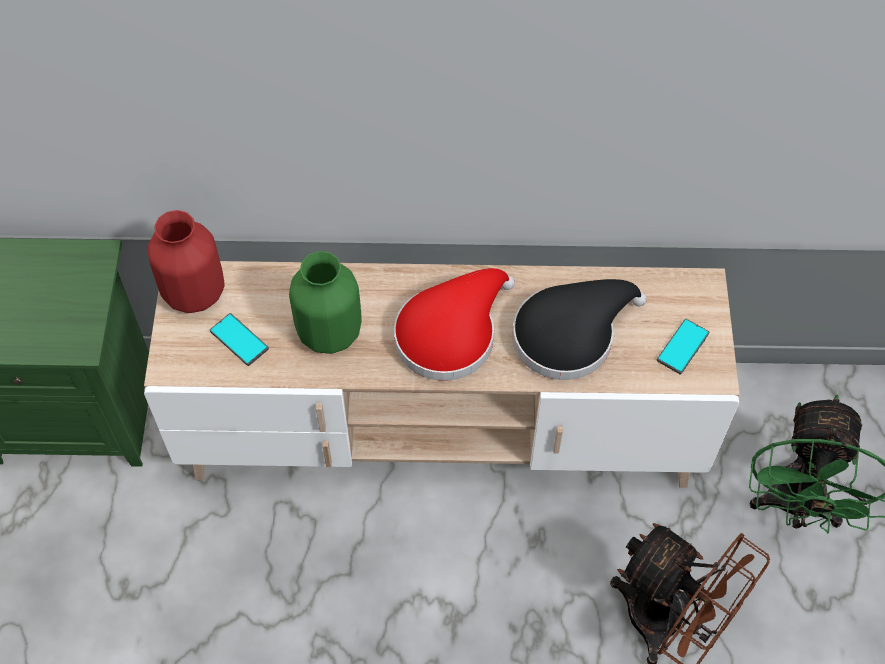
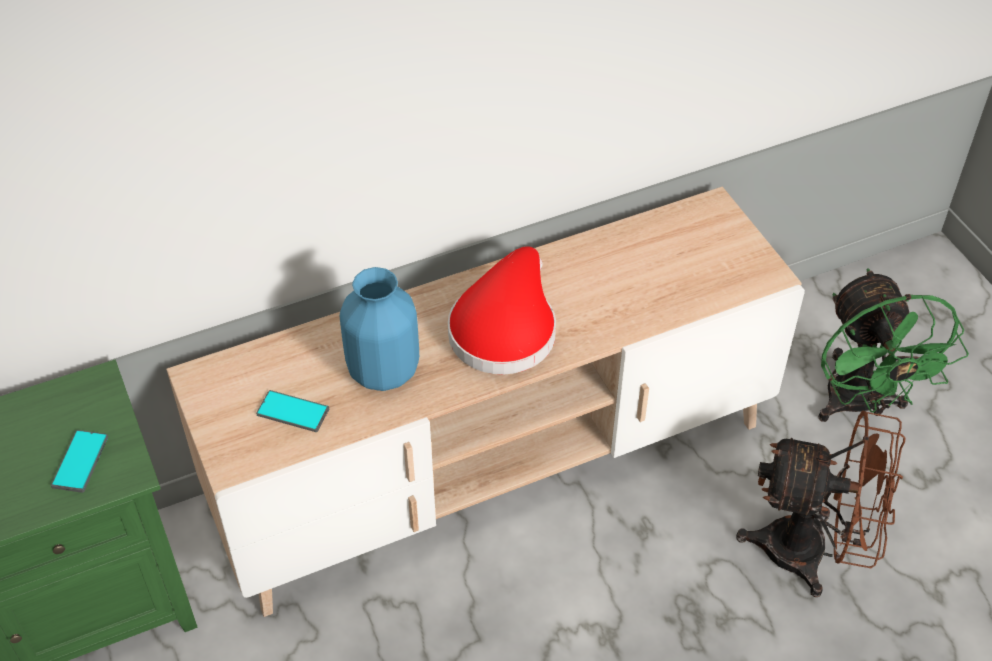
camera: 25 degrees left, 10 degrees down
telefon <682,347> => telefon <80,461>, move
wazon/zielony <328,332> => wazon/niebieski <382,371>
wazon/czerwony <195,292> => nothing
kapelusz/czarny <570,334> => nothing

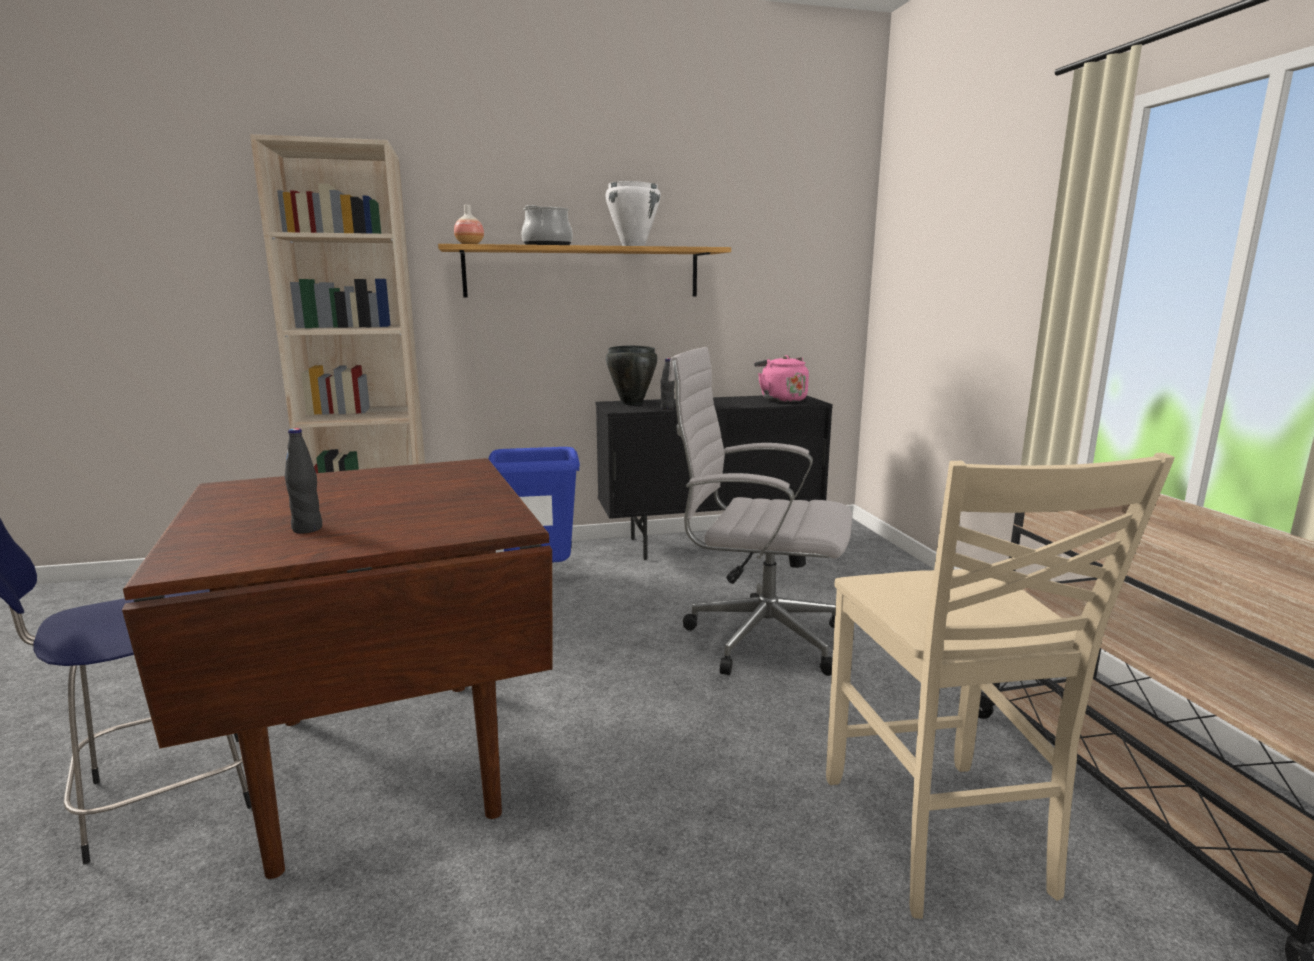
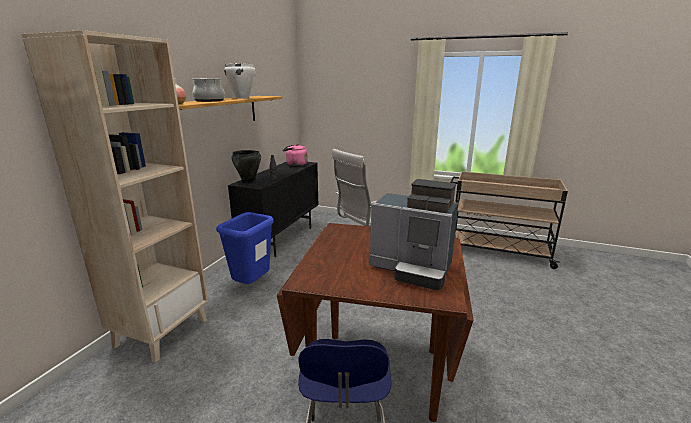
camera: 55 degrees left, 5 degrees up
butelka/czarny <307,529> => ekspres do kawy <413,269>
krzesło/beżowy <937,836> => nothing

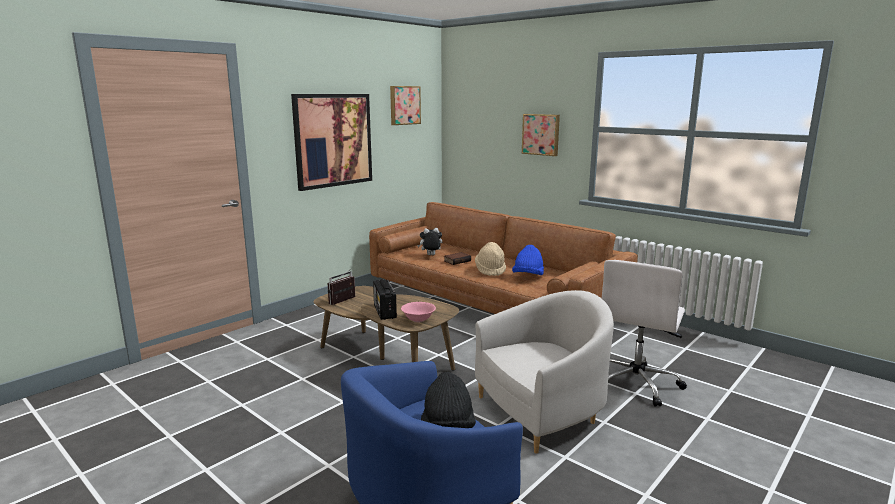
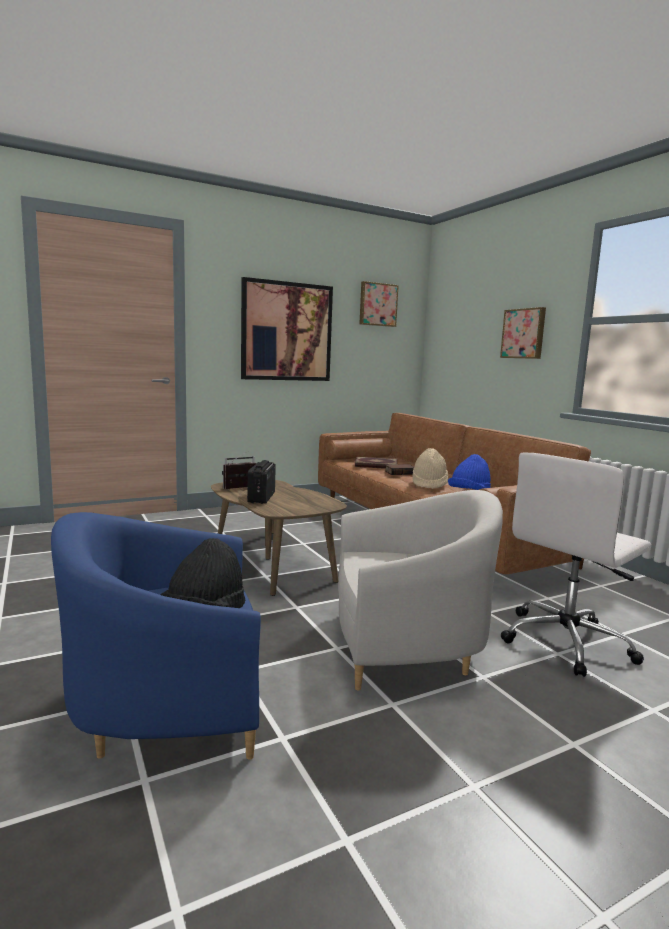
camera: 20 degrees right, 5 degrees down
pluszak <430,255> => książka <376,465>
miska/różowy <418,320> => nothing

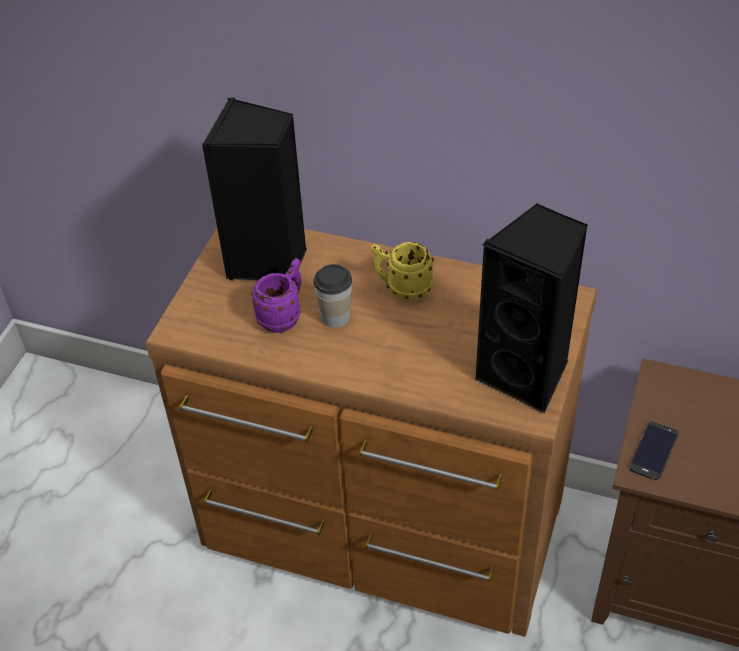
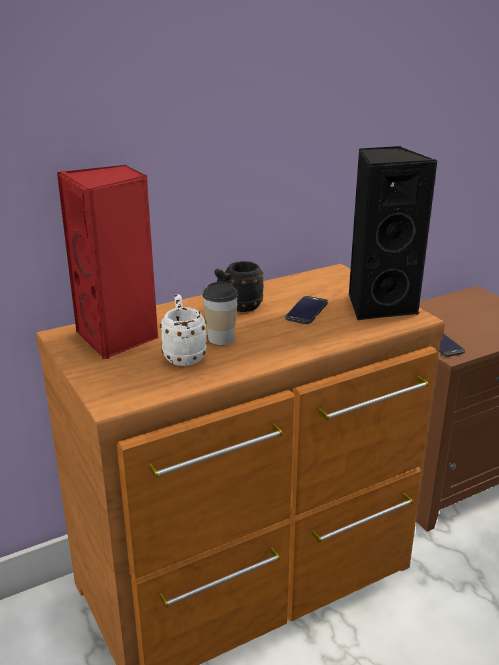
camera: 50 degrees left, 20 degrees down
głośnik/czarny <267,261> => głośnik/czerwony <119,338>
kubek/fioletowy <284,315> => kubek/biały <183,355>
kubek/żółty <402,288> => kubek/czarny <238,308>
nothing => telefon <307,310>

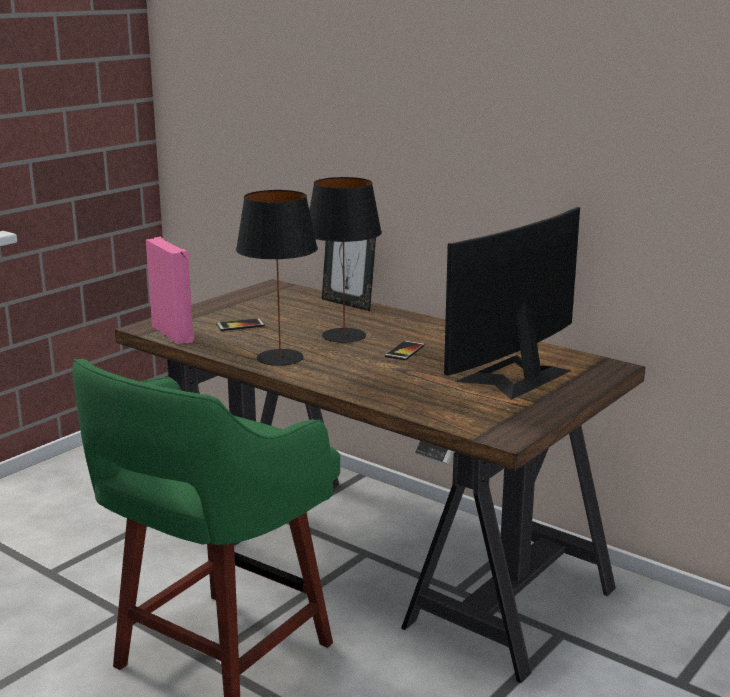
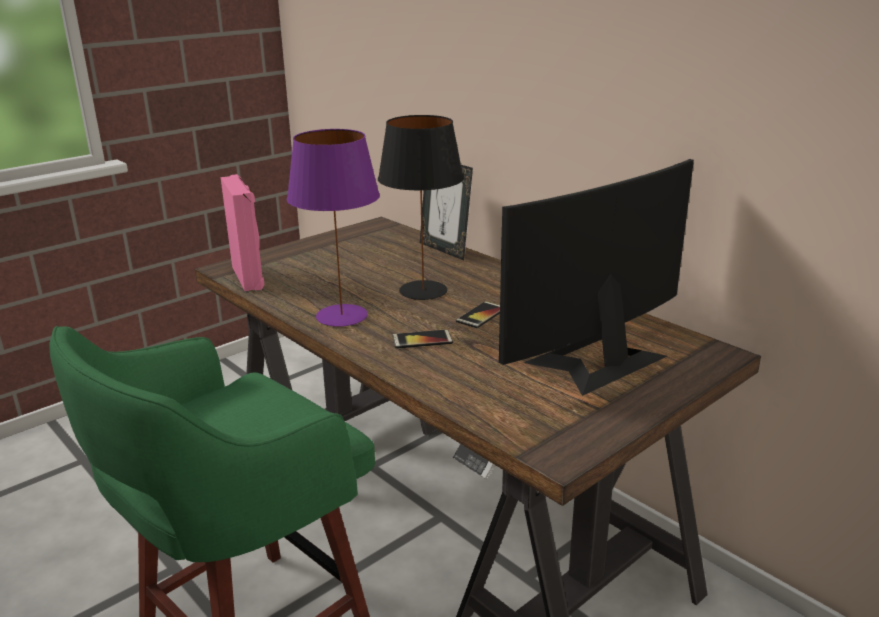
camera: 10 degrees right, 5 degrees up
lampa stołowa/czarny <280,358> => lampa stołowa/fioletowy <342,316>
telefon <240,325> => telefon <422,340>, move

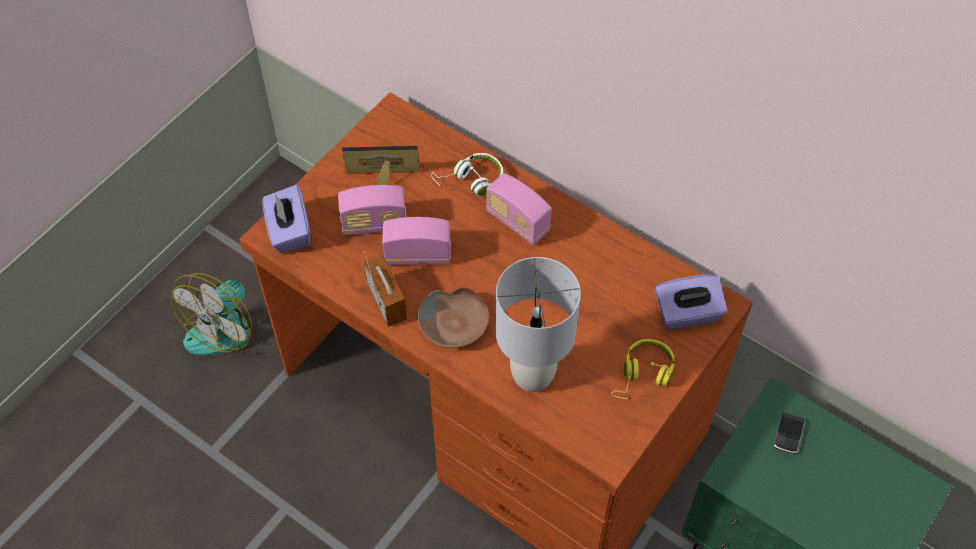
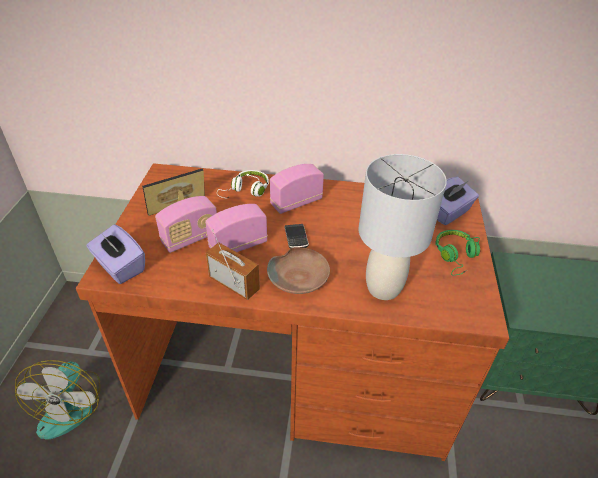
camera: 30 degrees left, 15 degrees down
radio <517,222> => radio <296,202>, 135 degrees clockwise
telefon <788,434> => telefon <296,238>, move
słuchawki/żółty <643,375> => słuchawki/zielony <455,256>

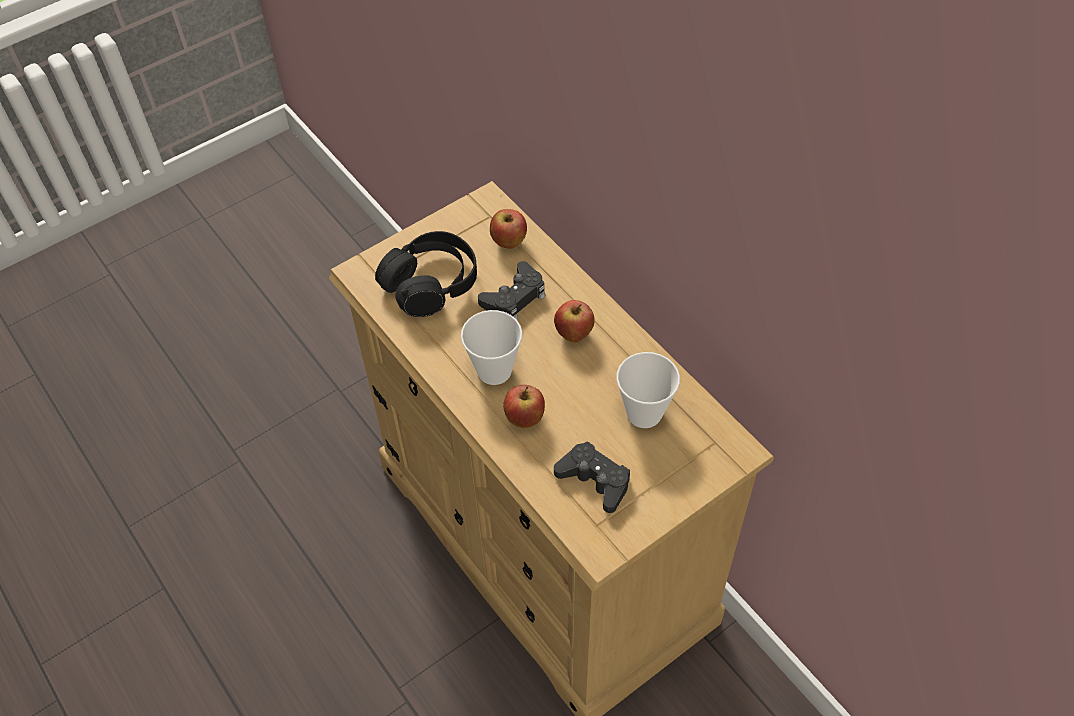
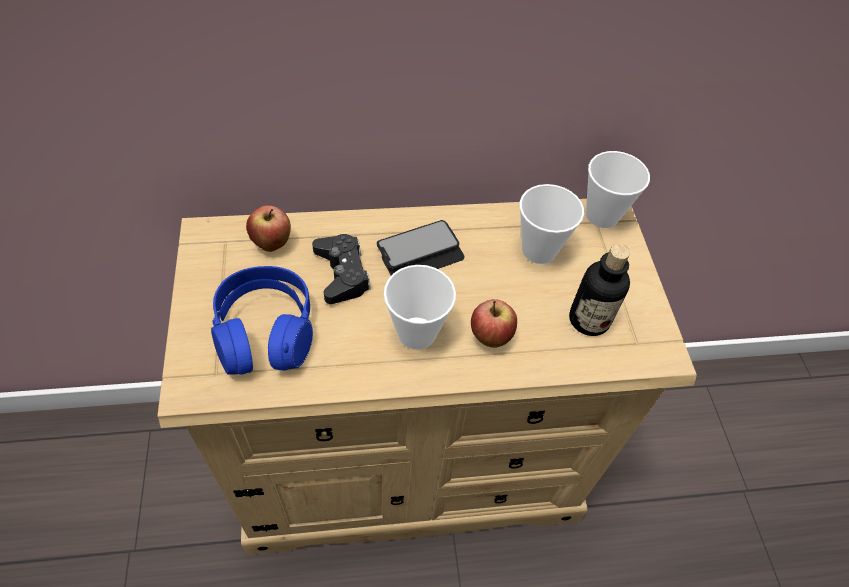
camera: 65 degrees left, 0 degrees up
słuchawki/czarny <430,284> => słuchawki/niebieski <265,331>
jabłko <574,334> => telefon <420,252>
pad do gier/czarny <595,480> => butelka <589,320>
nothing => filiżanka <602,215>

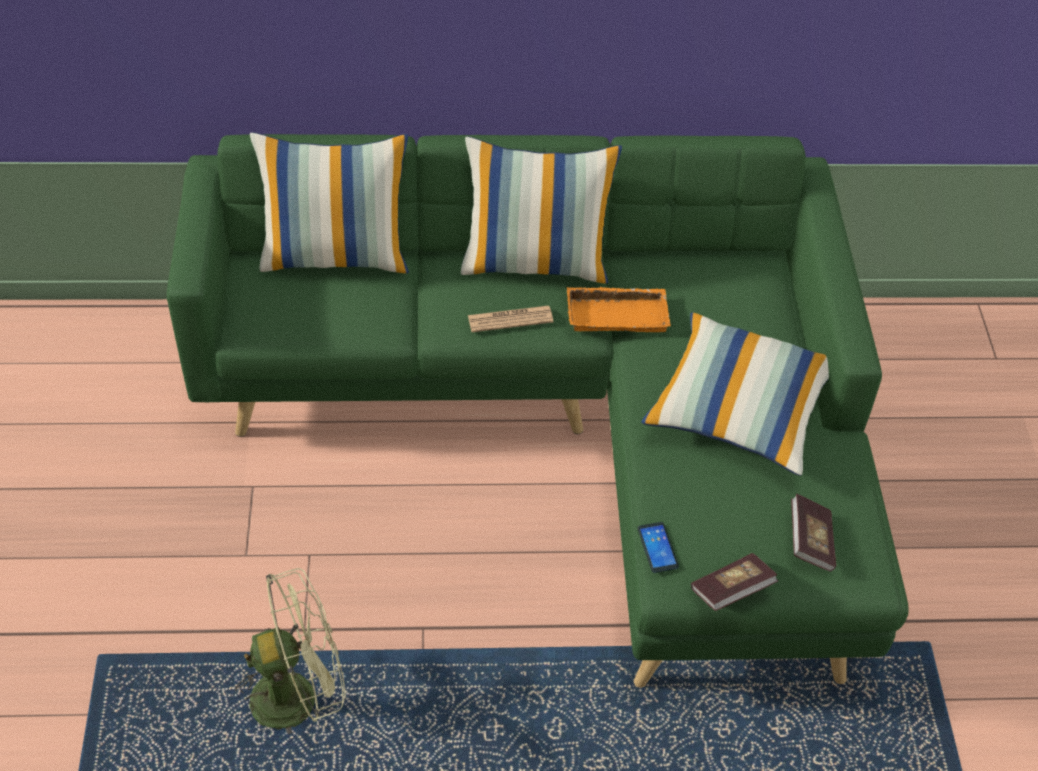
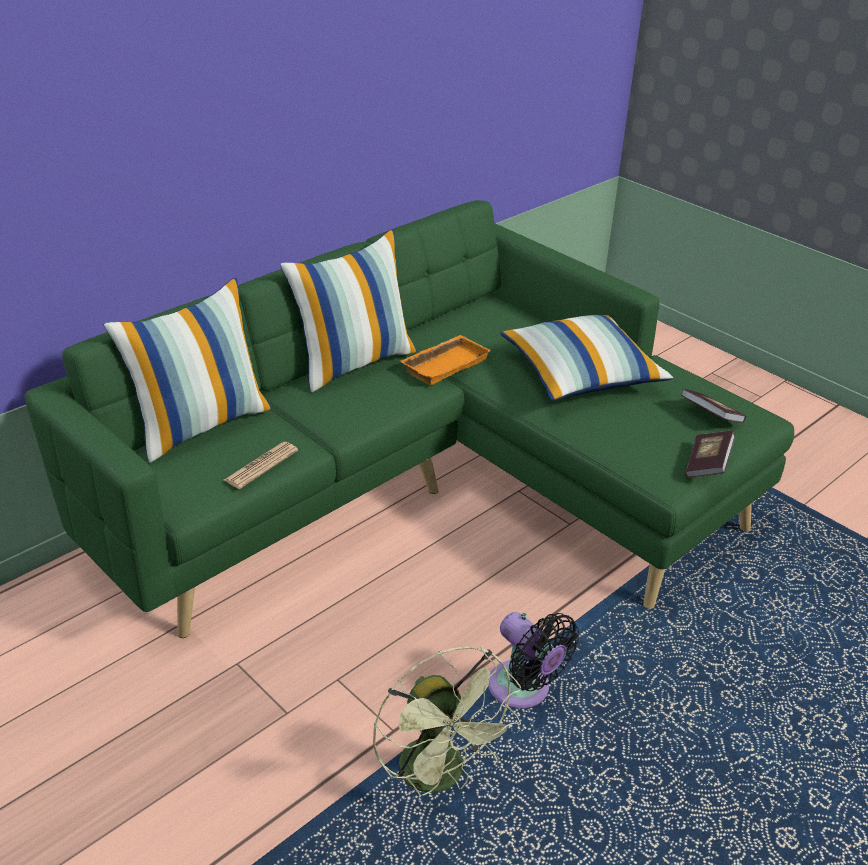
camera: 40 degrees left, 15 degrees down
gazeta <510,319> => gazeta <261,466>, move
wentylator/zielony <297,694> => wentylator/zielony <441,777>, 120 degrees clockwise
nothing => wentylator/czarny <523,690>
telefon <657,548> => nothing

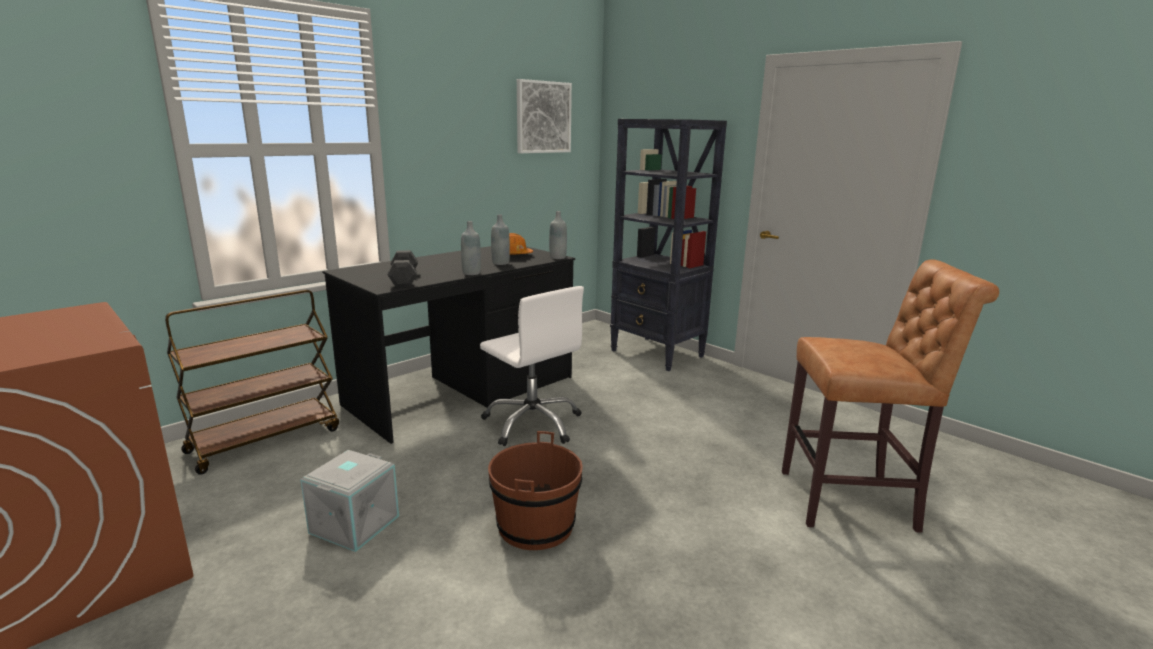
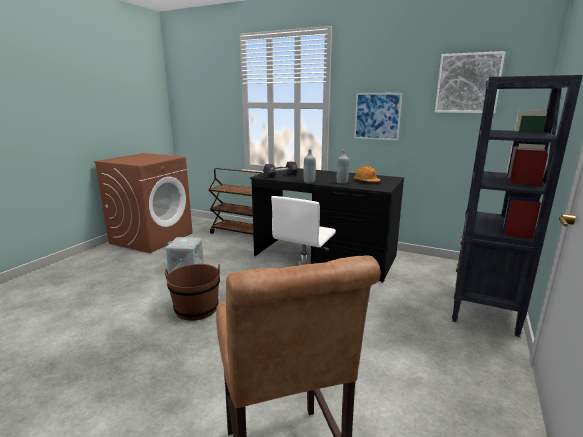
camera: 70 degrees right, 0 degrees up
nothing => obraz <377,116>
butelka/szary <557,257> => nothing

